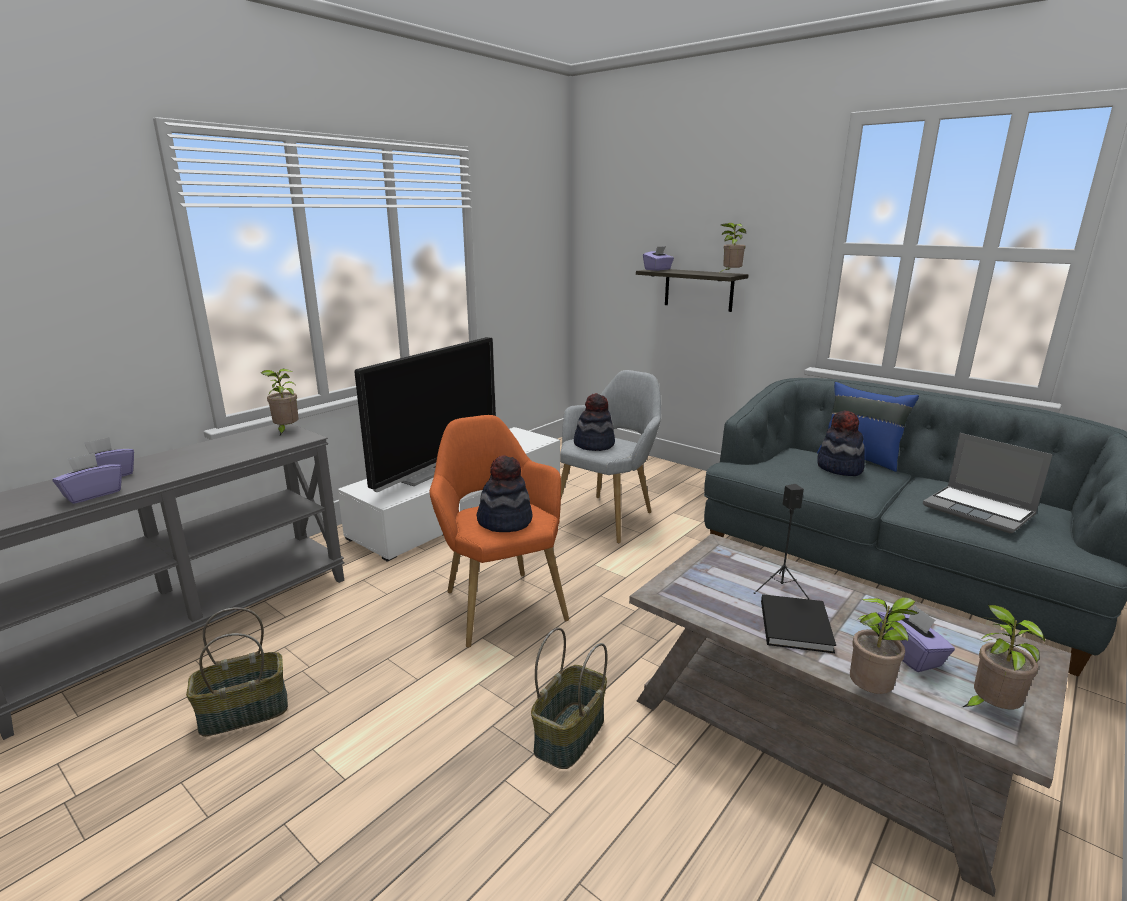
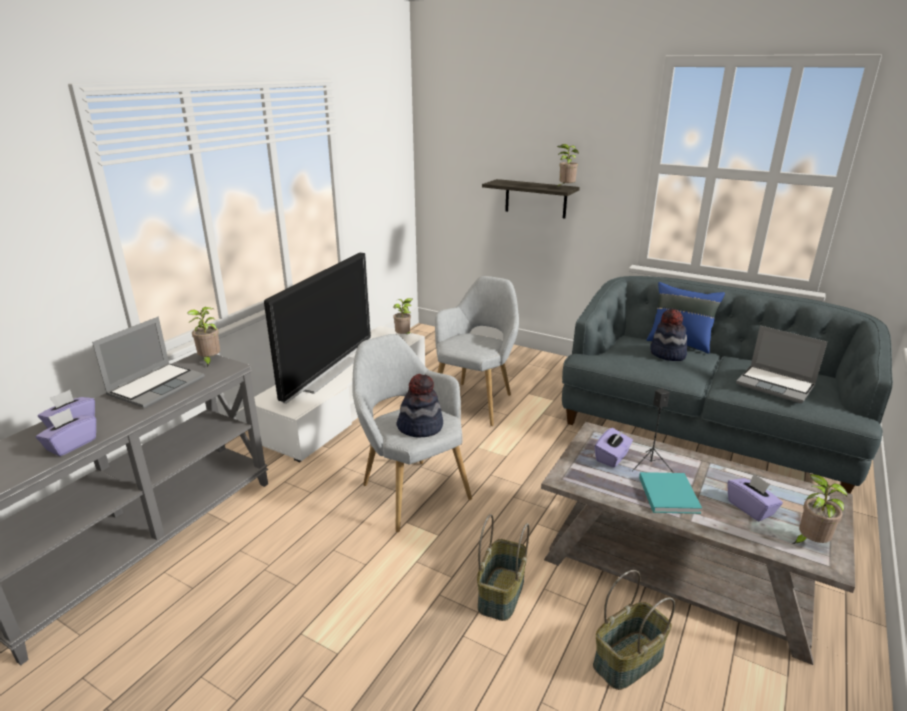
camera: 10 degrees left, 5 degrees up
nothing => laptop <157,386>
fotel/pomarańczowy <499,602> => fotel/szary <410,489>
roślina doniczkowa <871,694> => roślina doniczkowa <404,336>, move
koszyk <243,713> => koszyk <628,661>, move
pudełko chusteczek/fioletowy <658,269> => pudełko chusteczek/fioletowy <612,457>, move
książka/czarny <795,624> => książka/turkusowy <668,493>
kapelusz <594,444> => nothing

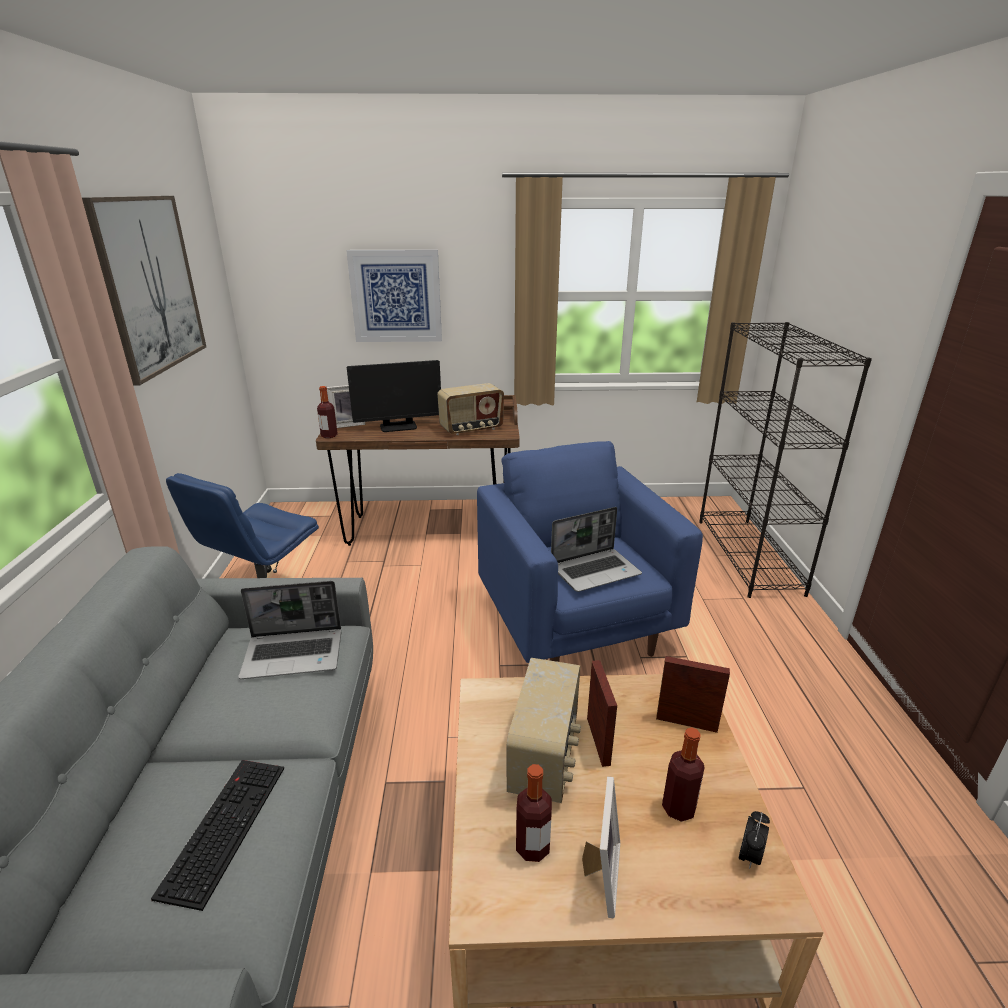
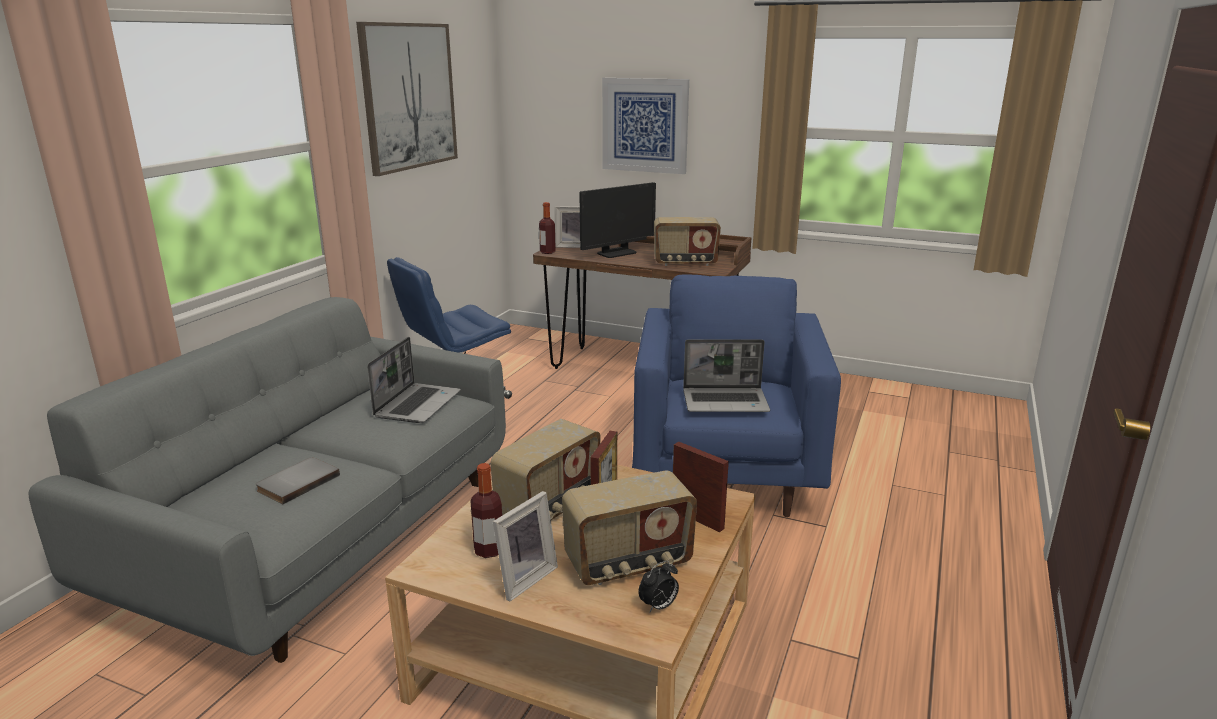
camera: 25 degrees right, 5 degrees down
klawiatura <223,826> => książka/szary <296,482>
laptop <295,654> => laptop <417,404>, 90 degrees counterclockwise
butelka <678,808> => radio <629,564>
monitor <398,427> => monitor <616,253>, 45 degrees counterclockwise
regał/czarny <749,556> => nothing

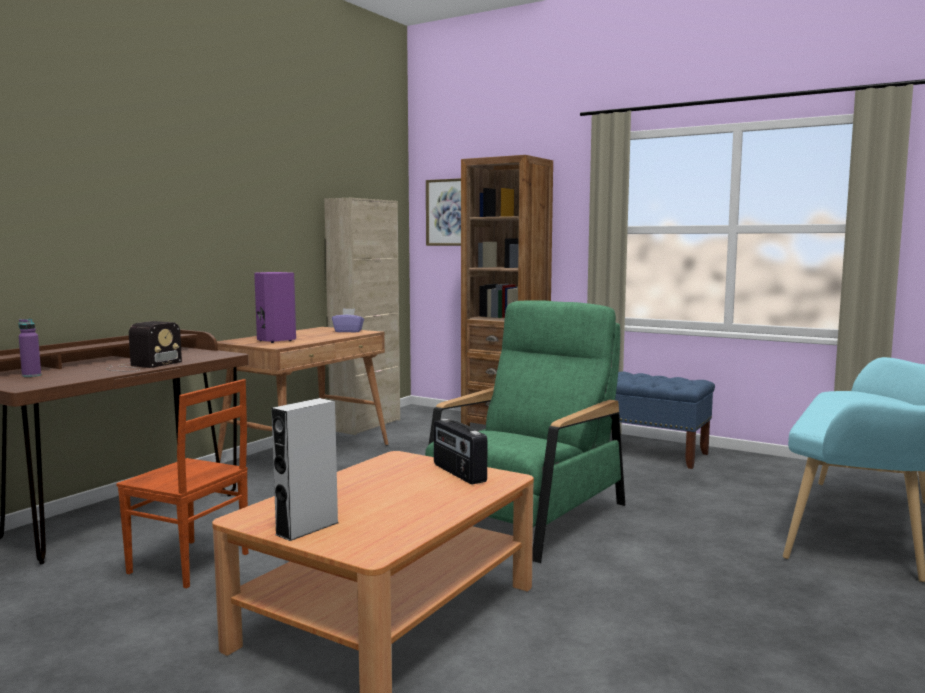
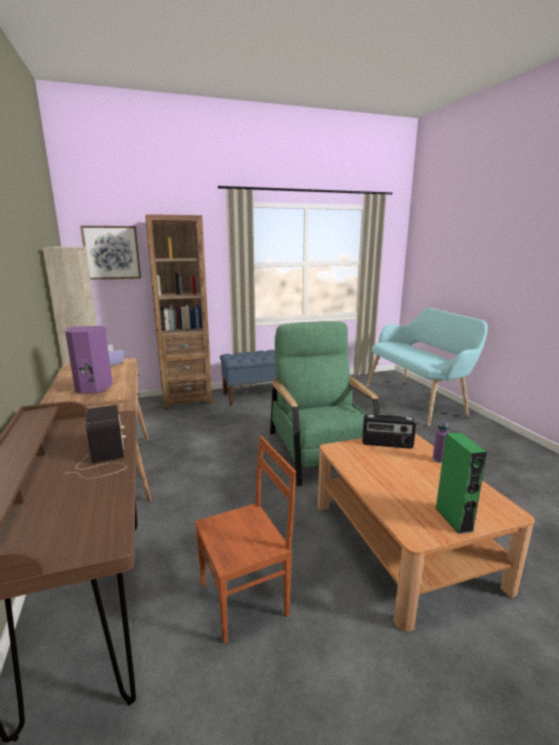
camera: 50 degrees left, 10 degrees up
butelka/fioletowy <31,375> => butelka/fioletowy <439,459>, move
głośnik/szary <307,528> => głośnik/zielony <453,519>

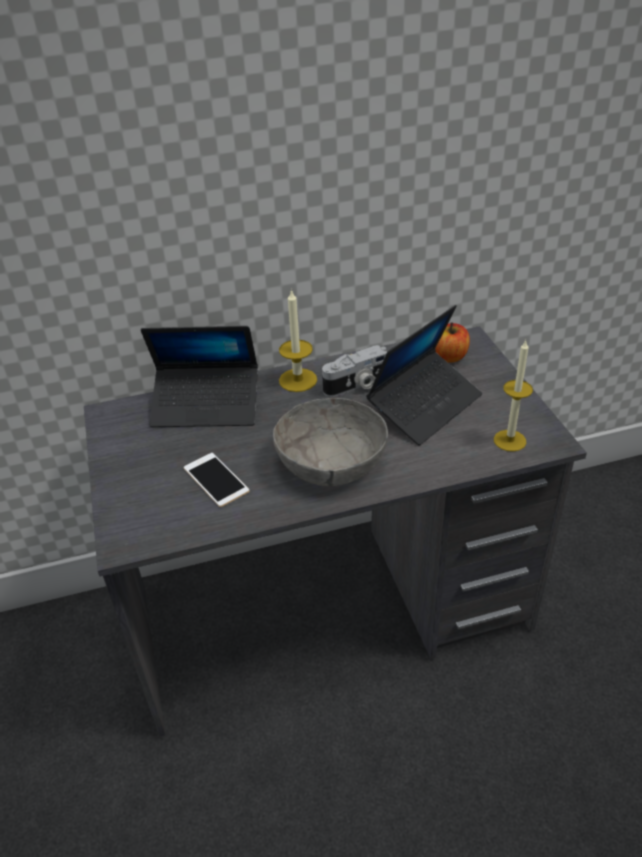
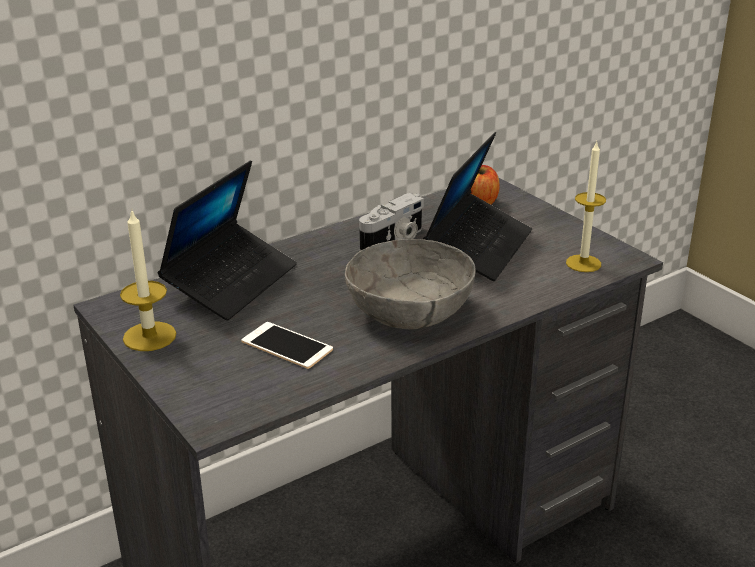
camera: 20 degrees left, 10 degrees down
świeca <298,380> => świeca <149,336>, move
laptop <206,405> => laptop <231,282>, 45 degrees counterclockwise

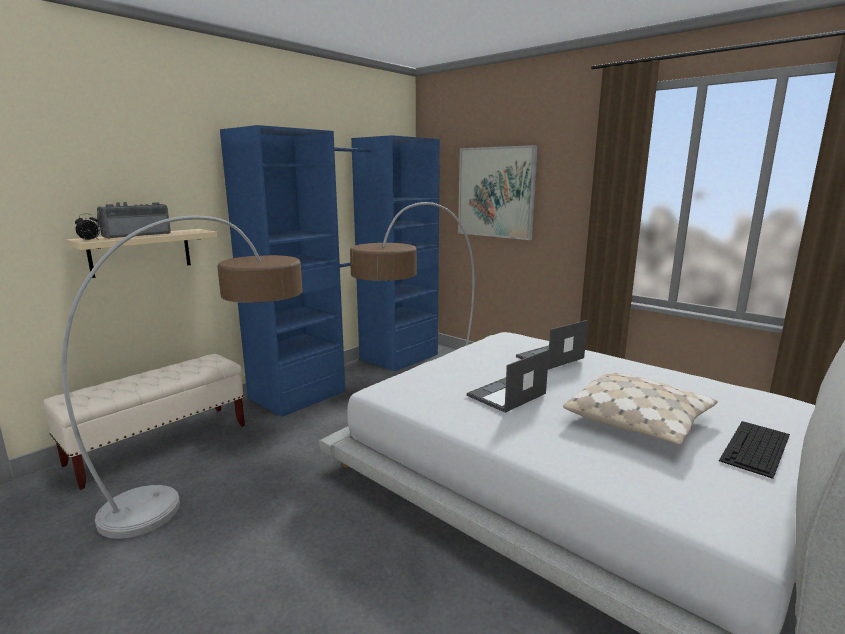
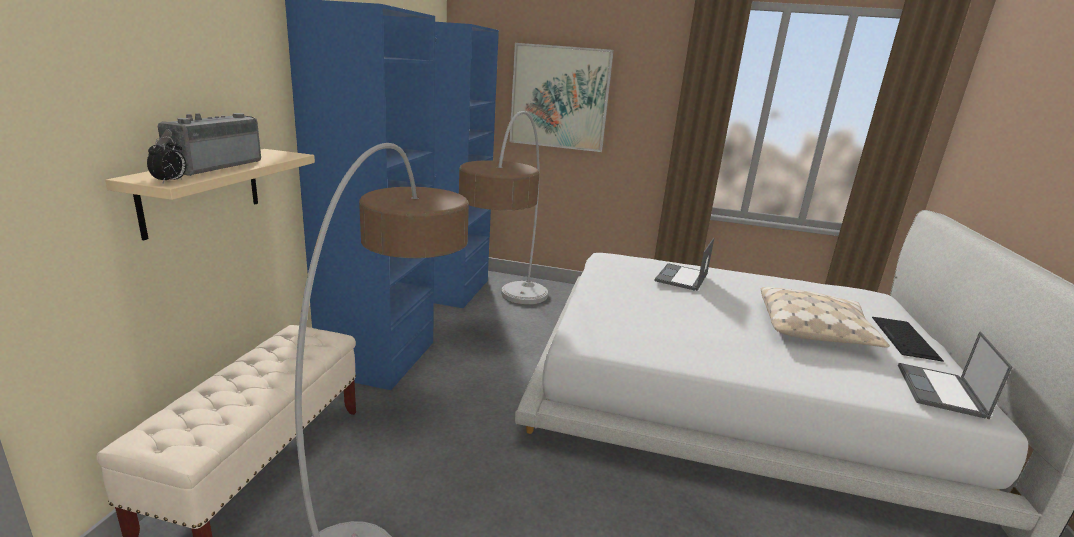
camera: 30 degrees left, 5 degrees up
laptop <506,395> => laptop <941,391>, move

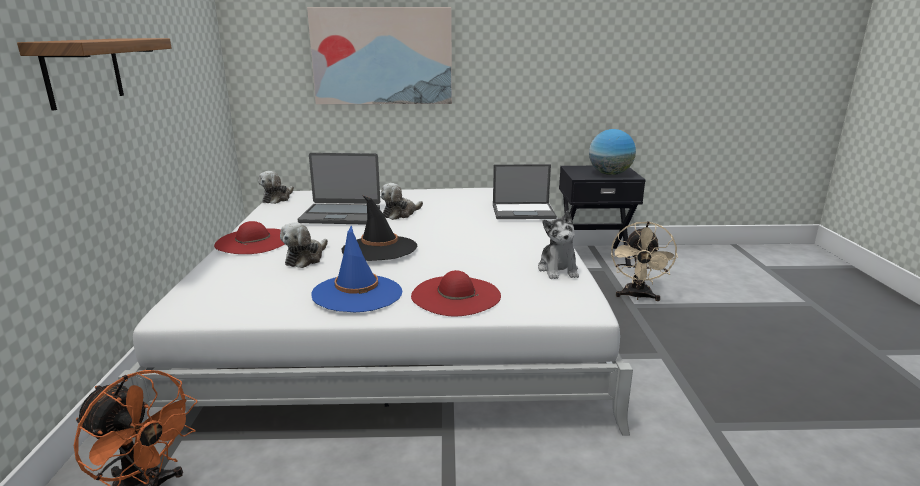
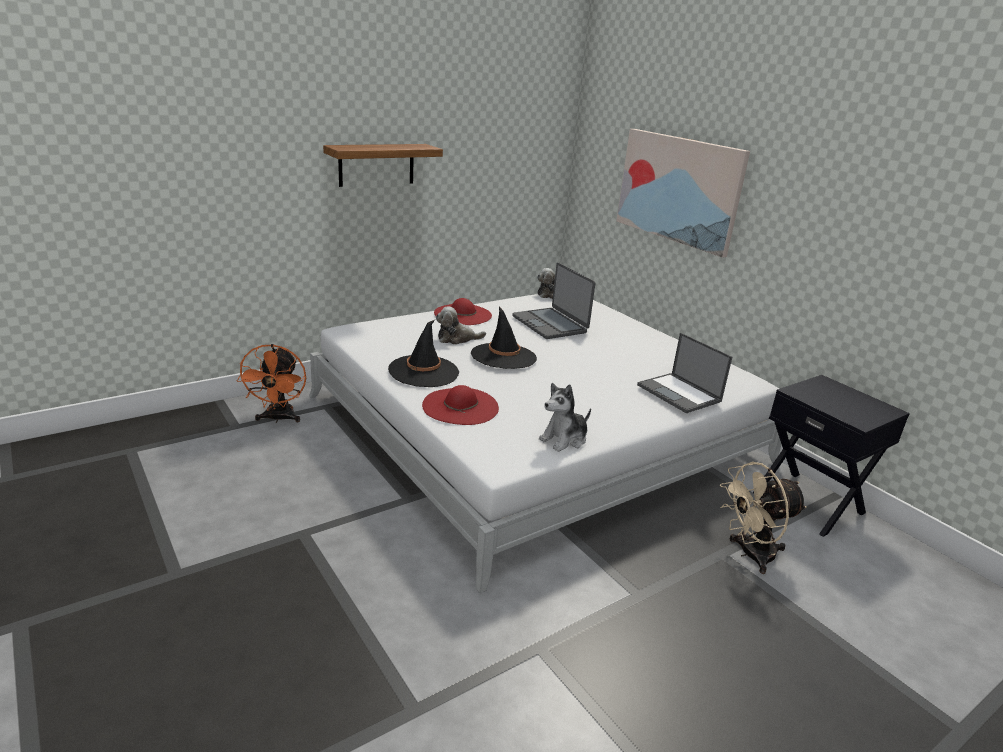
camera: 55 degrees right, 5 degrees up
kapelusz/niebieski <357,293> => kapelusz/czarny <424,371>
pluszak <400,214> => nothing
globus <610,174> => nothing

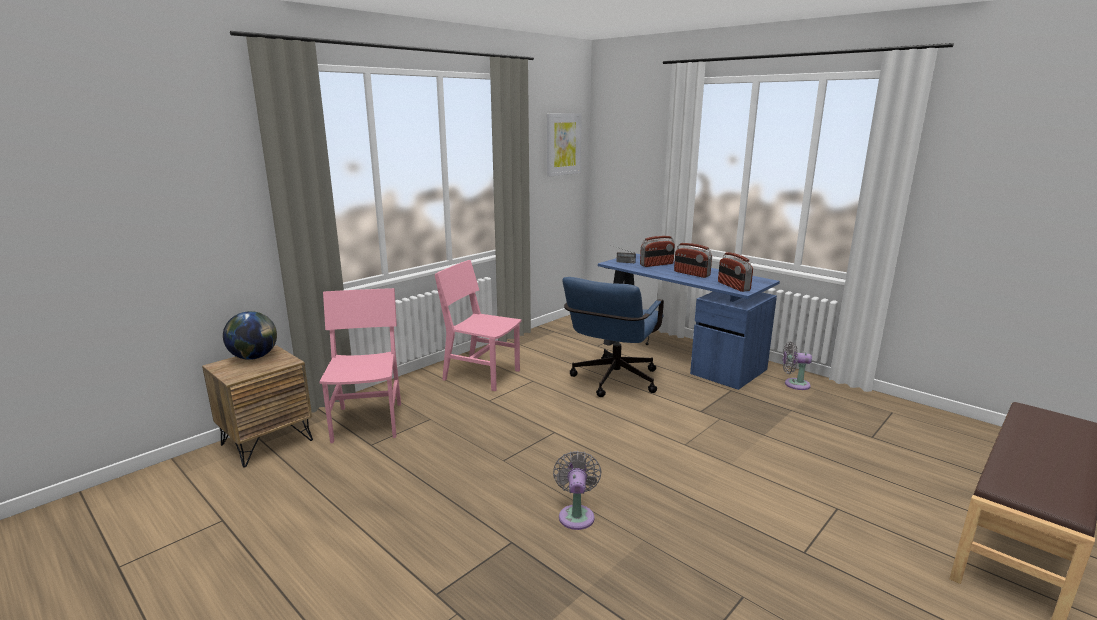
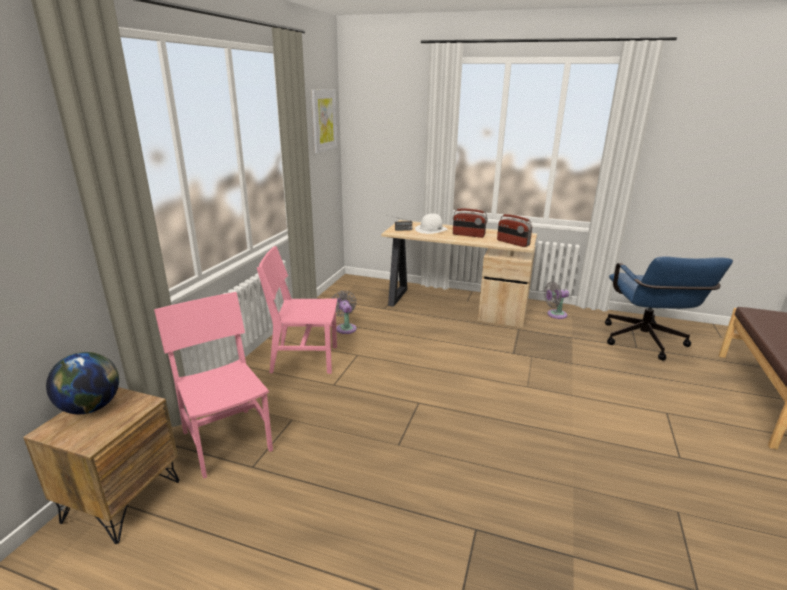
camera: 25 degrees left, 5 degrees up
wentylator/szary <576,515> => wentylator/szary <345,328>, move
biurko/niebieski <677,355> => biurko/beżowy <454,305>
radio <656,264> => kapelusz/biały <431,229>
krzesło biurowe/niebieski <612,382> => krzesło biurowe/niebieski <645,343>, move

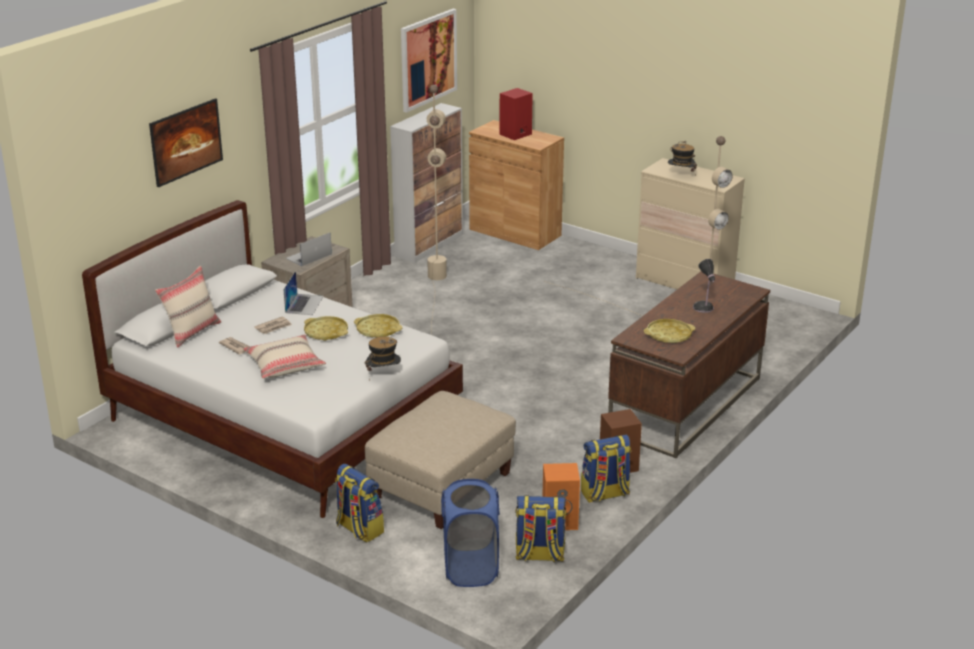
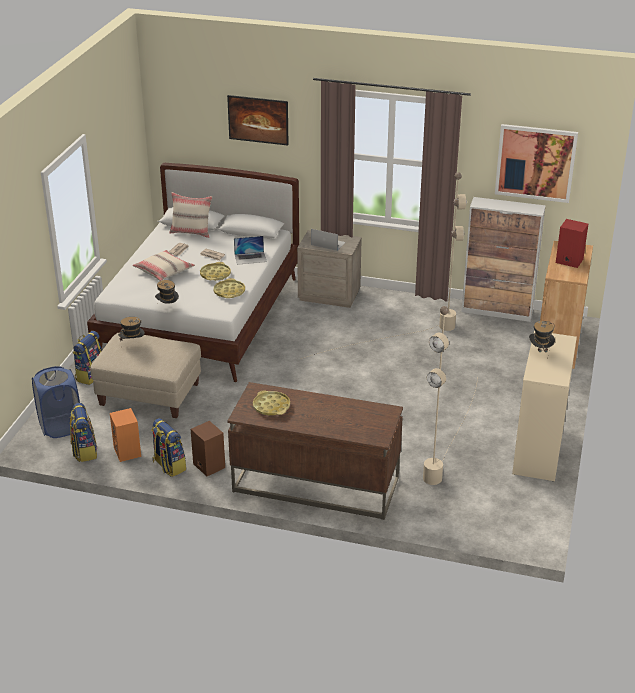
camera: 70 degrees right, 5 degrees up
nothing => kapelusz <132,344>
lampa stołowa <703,308> => nothing

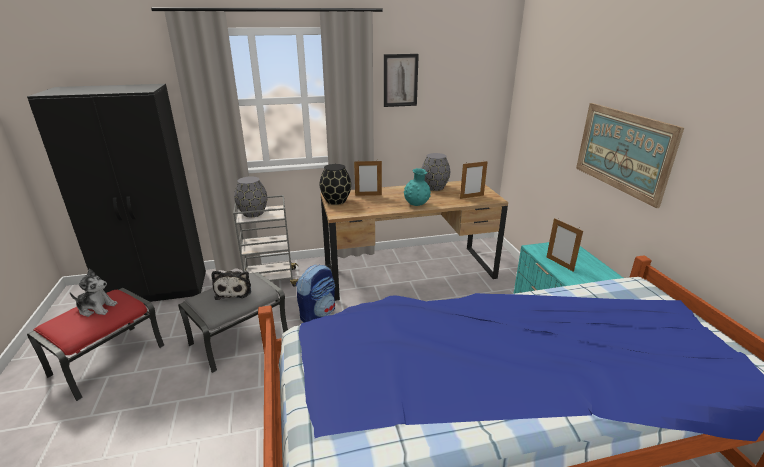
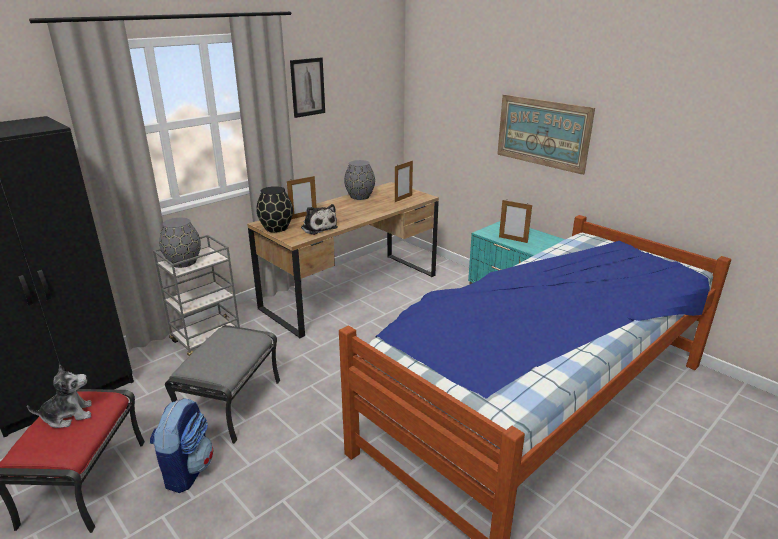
camera: 30 degrees left, 0 degrees up
plecak <318,314> => plecak <187,470>, move
pluszak <234,290> => pluszak <318,227>, move
wazon/turkusowy <416,204> => nothing

